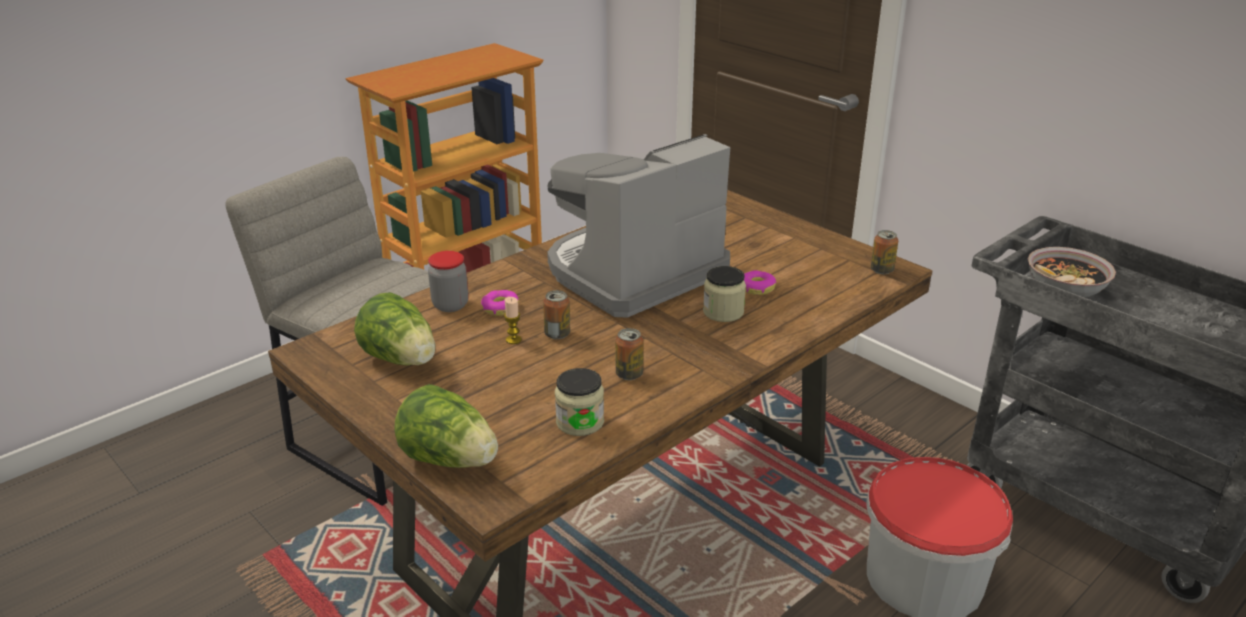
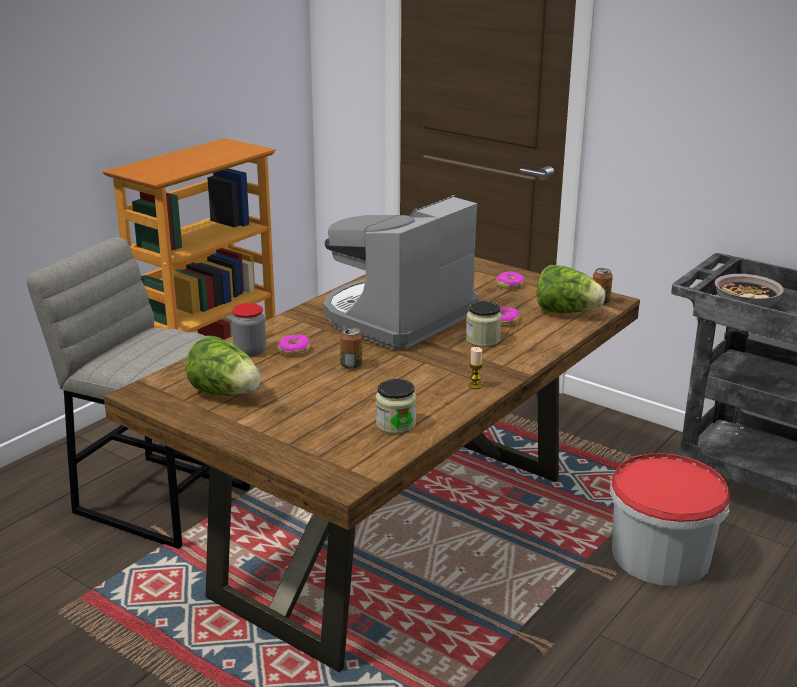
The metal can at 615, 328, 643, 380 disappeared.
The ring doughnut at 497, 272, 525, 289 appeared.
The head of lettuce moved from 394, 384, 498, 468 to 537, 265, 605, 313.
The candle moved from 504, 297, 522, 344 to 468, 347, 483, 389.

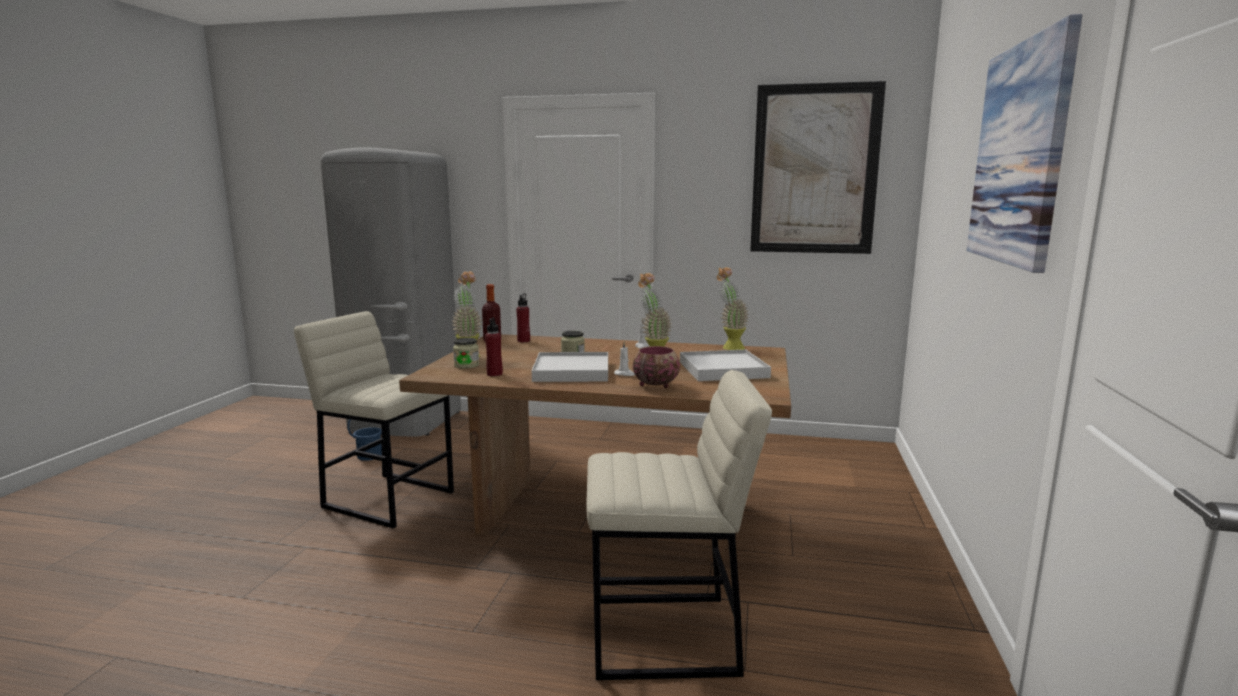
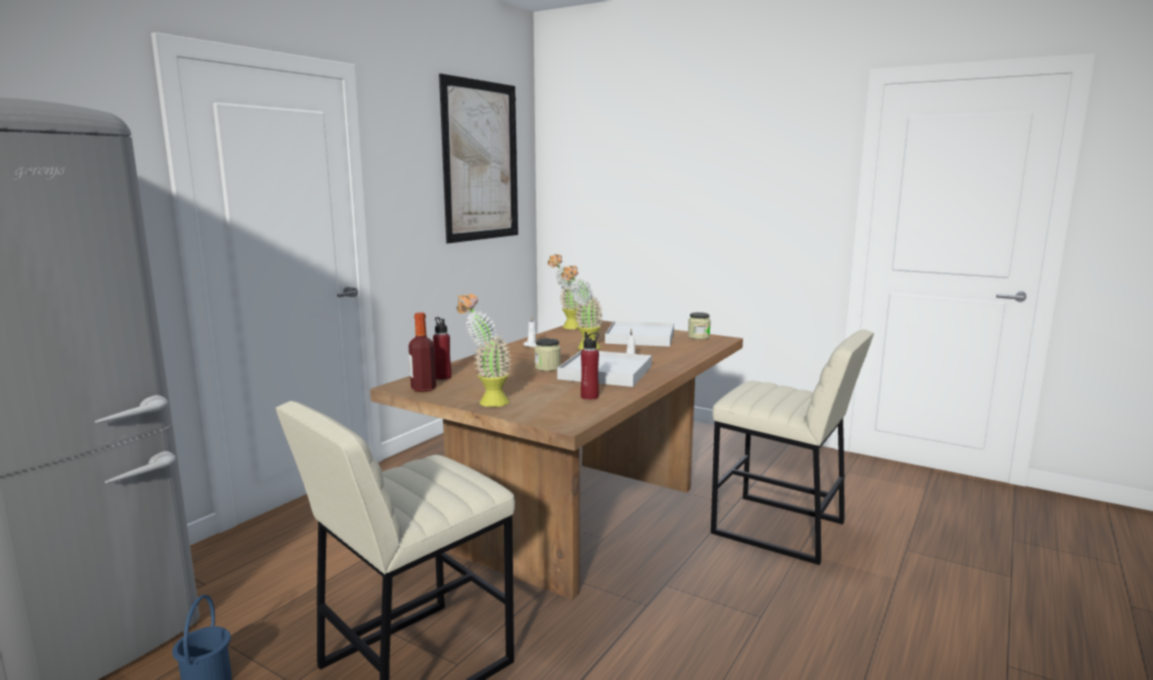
The bowl at 633, 346, 680, 388 disappeared.
The wall art at 966, 14, 1083, 273 disappeared.
The preserve jar moved from 453, 338, 479, 369 to 688, 312, 711, 339.
The plain chair/beige-coloured at 587, 370, 772, 680 turned 105 degrees clockwise.

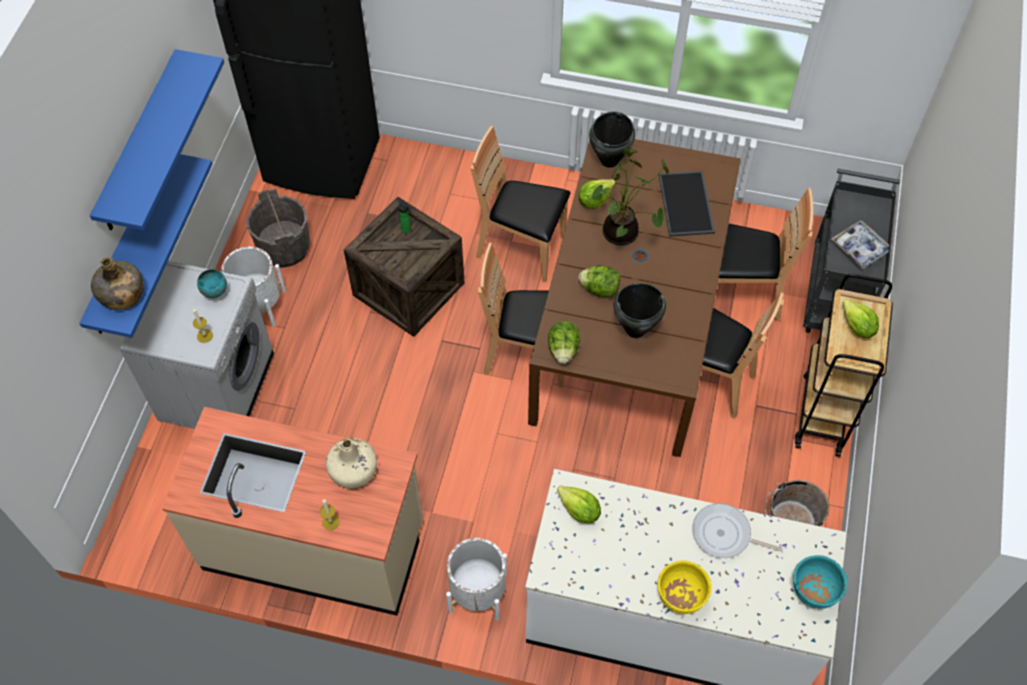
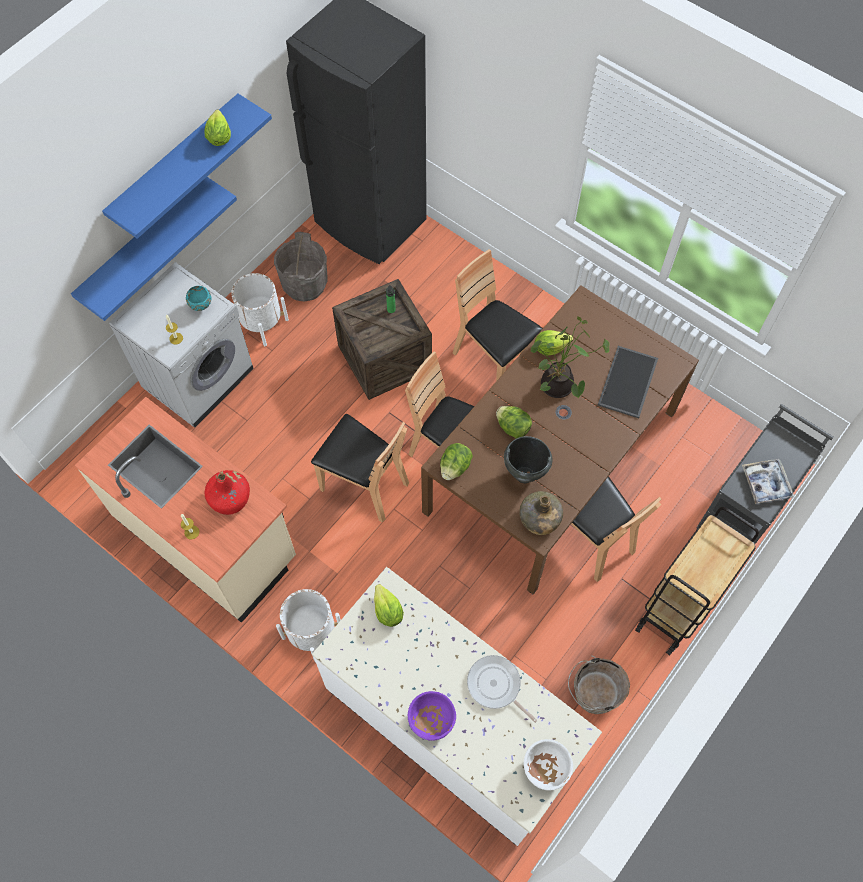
The saucepot/black at 589, 111, 635, 168 disappeared.
The bottle/green moved from 91, 257, 143, 310 to 519, 491, 563, 535.
The plain chair/brown-coloured moved from 717, 188, 813, 321 to 311, 414, 409, 523.
The head of lettuce moved from 843, 299, 879, 338 to 204, 110, 231, 146.
The bottle/beige-coloured at 326, 438, 377, 489 became the bottle/red at 205, 470, 250, 515.
The bowl/yellow-coloured at 658, 560, 712, 614 became the bowl/purple-coloured at 408, 691, 456, 741.
The bowl/blue-green at 793, 555, 848, 609 became the bowl/whitish at 524, 739, 573, 790.

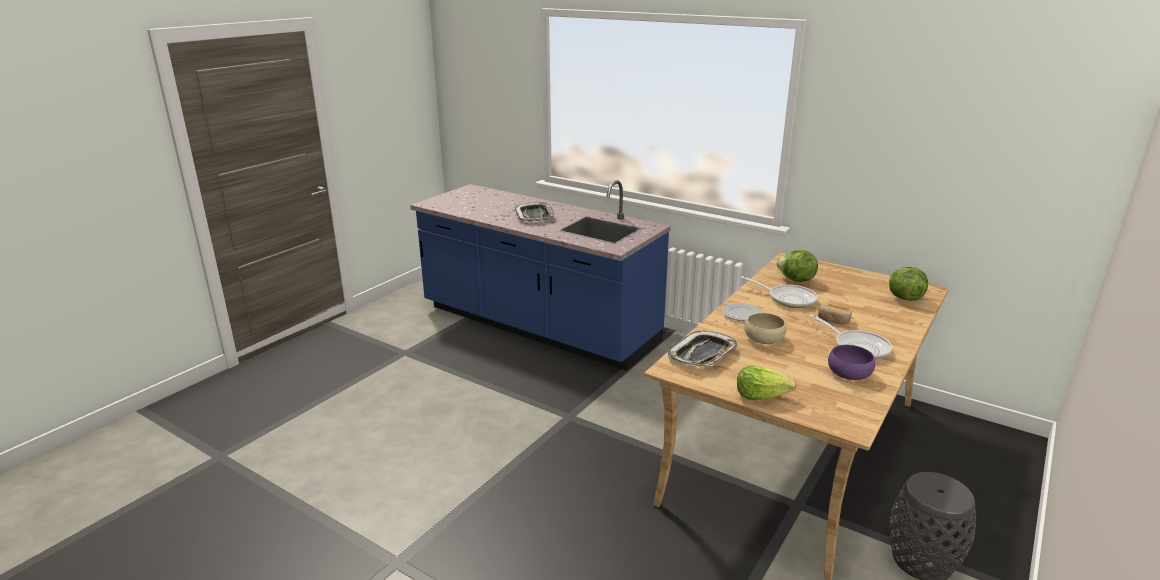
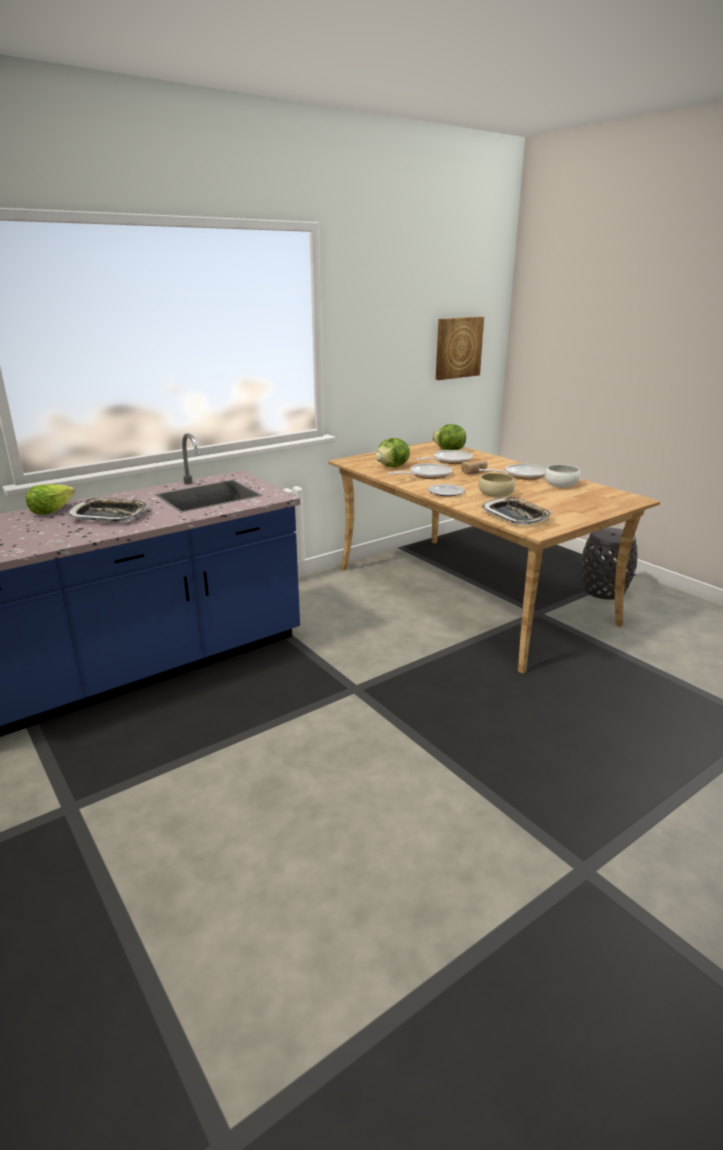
The frying pan at 416, 450, 473, 464 appeared.
The wall art at 436, 317, 484, 380 appeared.
The head of lettuce moved from 737, 366, 796, 400 to 26, 484, 75, 515.
The bowl/purple-coloured at 828, 345, 875, 380 became the bowl/whitish at 545, 464, 581, 488.

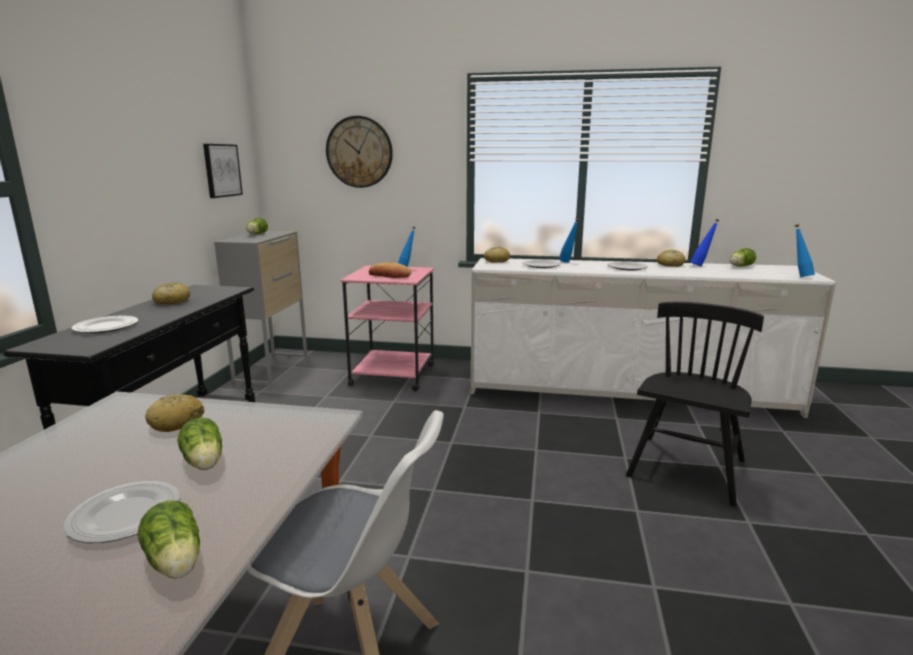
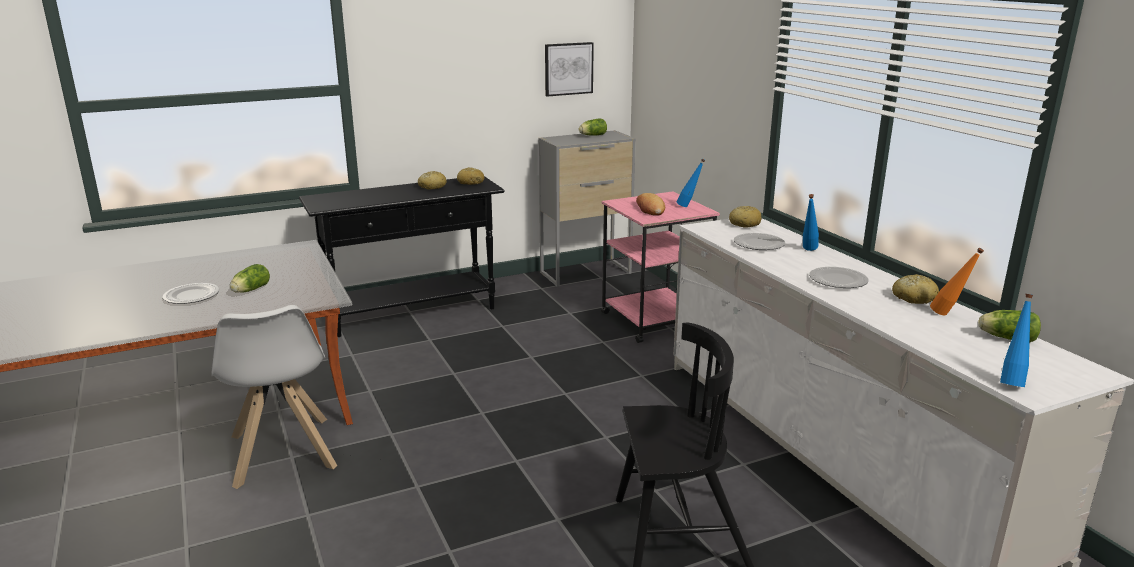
The flat dish at 72, 316, 138, 333 disappeared.
The head of lettuce at 137, 501, 200, 578 disappeared.
The hanging clock at 326, 116, 393, 188 disappeared.
The bakery bread moved from 145, 394, 204, 432 to 457, 167, 484, 185.
The bottle/blue-coloured at 690, 219, 719, 266 became the bottle/orangey at 930, 248, 984, 315.

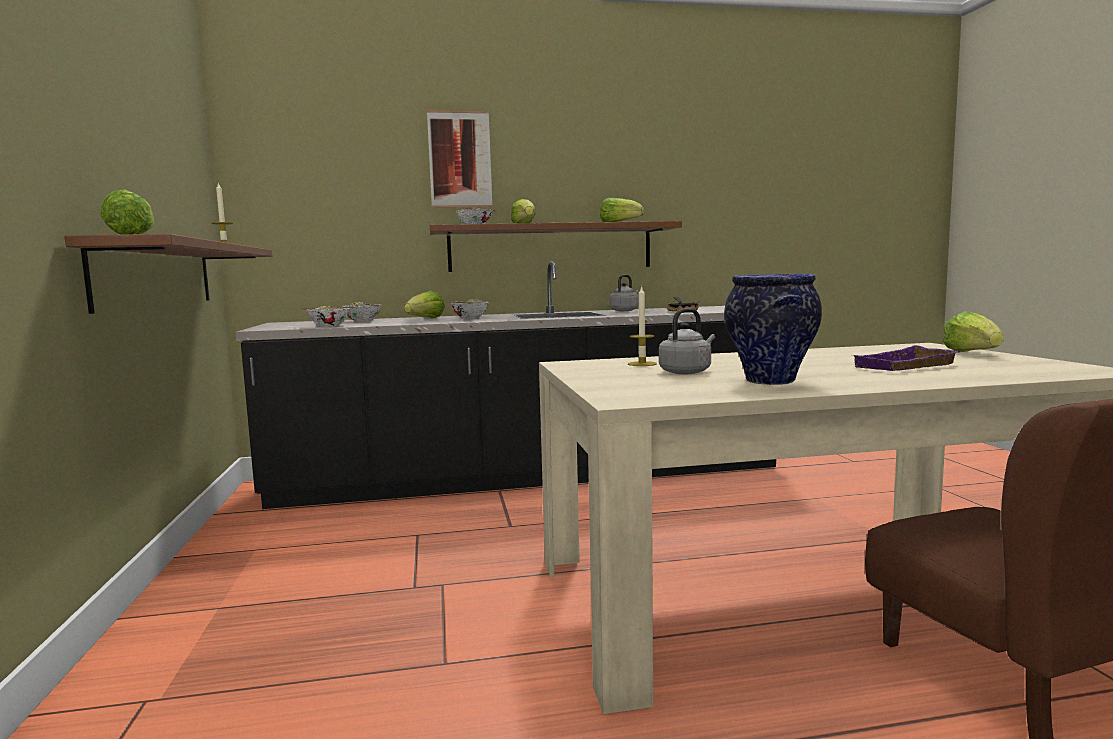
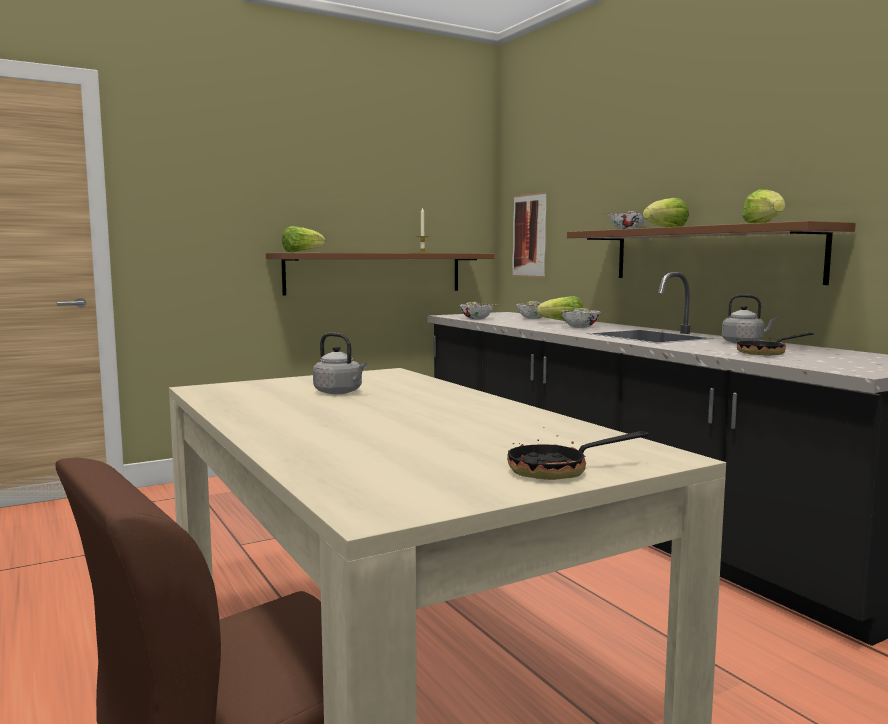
The candle at 628, 287, 657, 366 disappeared.
The vase at 724, 273, 822, 385 disappeared.
The tray/purple-coloured at 854, 345, 961, 371 disappeared.
The wall art moved from 427, 110, 493, 208 to 512, 192, 547, 278.
The head of lettuce at 942, 311, 1004, 352 was replaced by the frying pan at 507, 427, 649, 480.

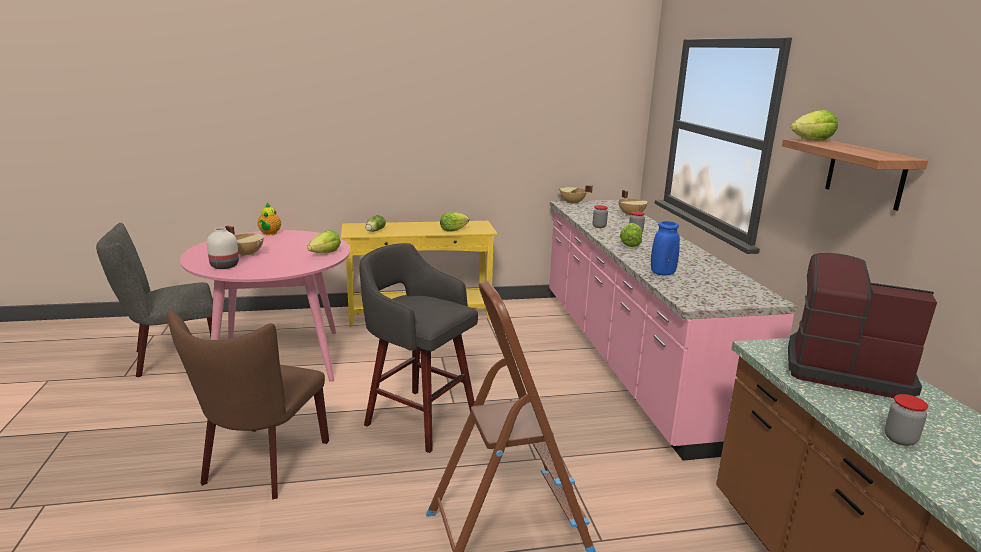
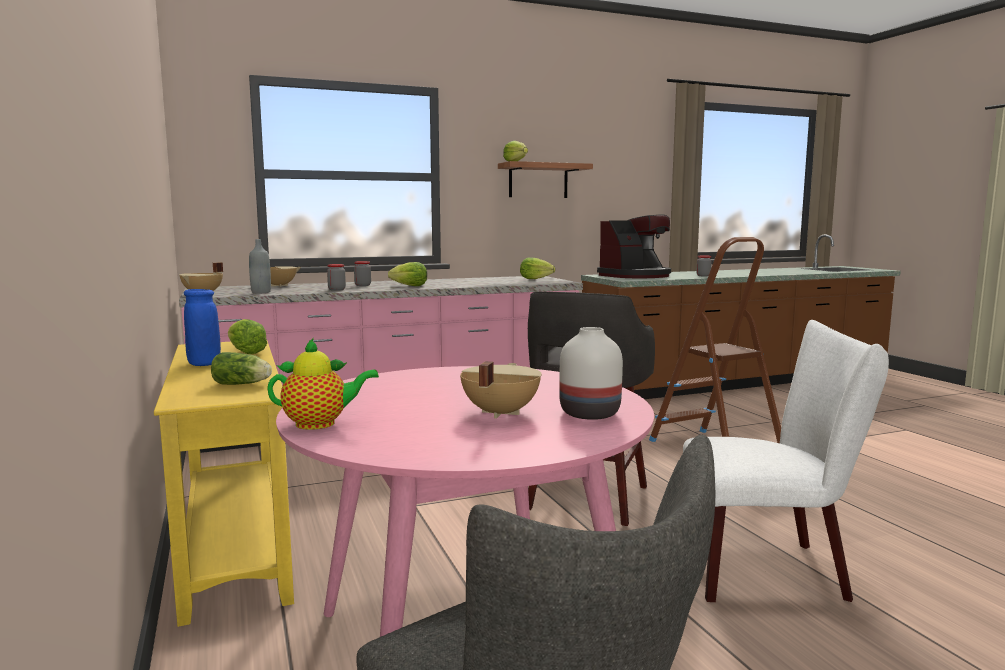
The bottle/greyish at 249, 239, 271, 293 appeared.
The head of lettuce moved from 307, 230, 341, 253 to 520, 257, 555, 279.
The vase/blue-coloured moved from 651, 221, 680, 275 to 184, 289, 221, 366.
The plain chair/brown-coloured at 167, 311, 329, 499 became the plain chair/whitish at 683, 320, 889, 602.
The coffee machine at 788, 253, 937, 398 turned 135 degrees counterclockwise.

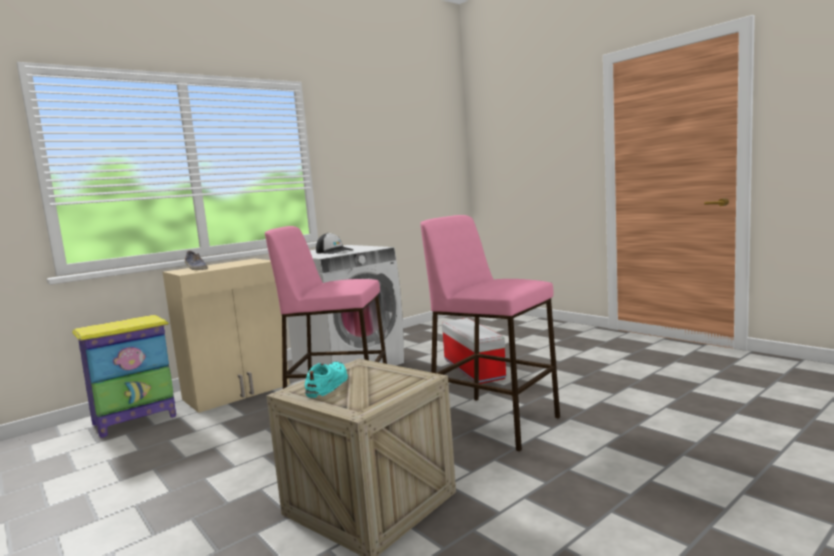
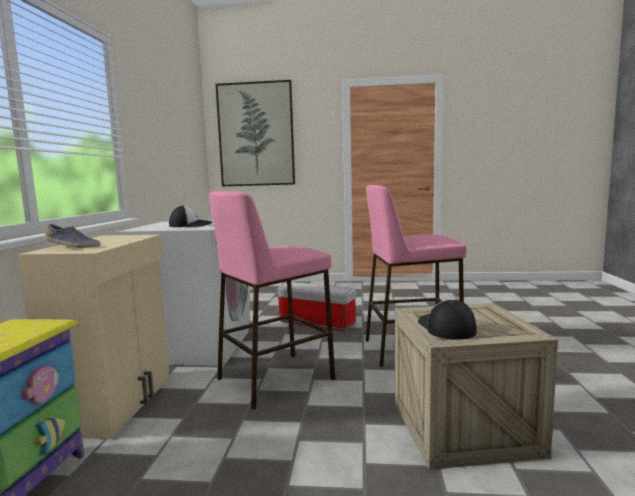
The wall art at 216, 80, 295, 186 appeared.
The low shoe/blue-green at 305, 361, 348, 398 was replaced by the cap at 418, 299, 477, 340.

